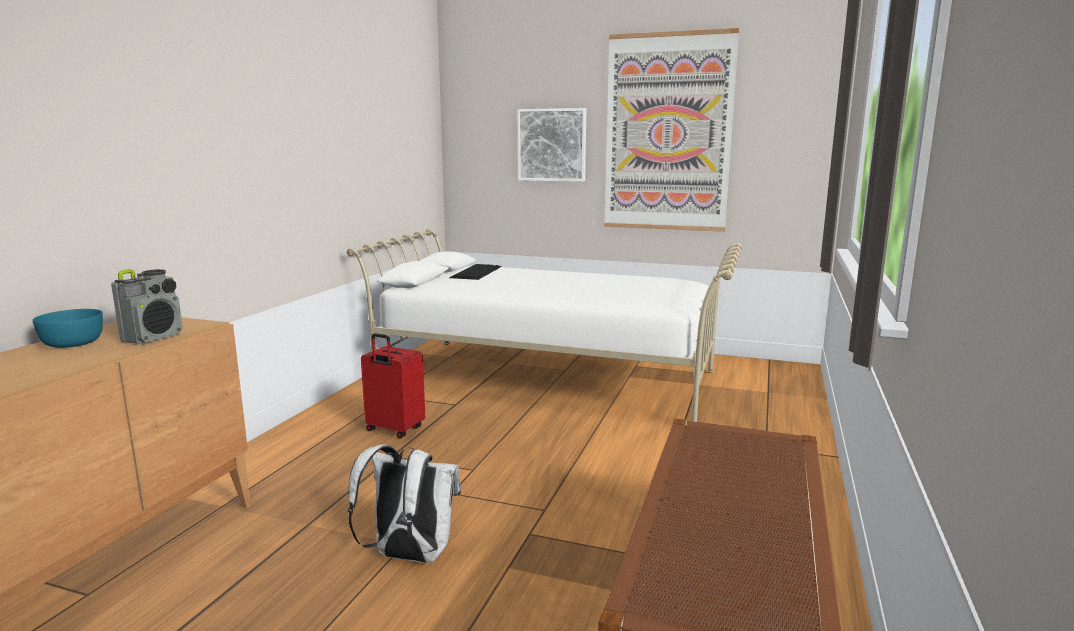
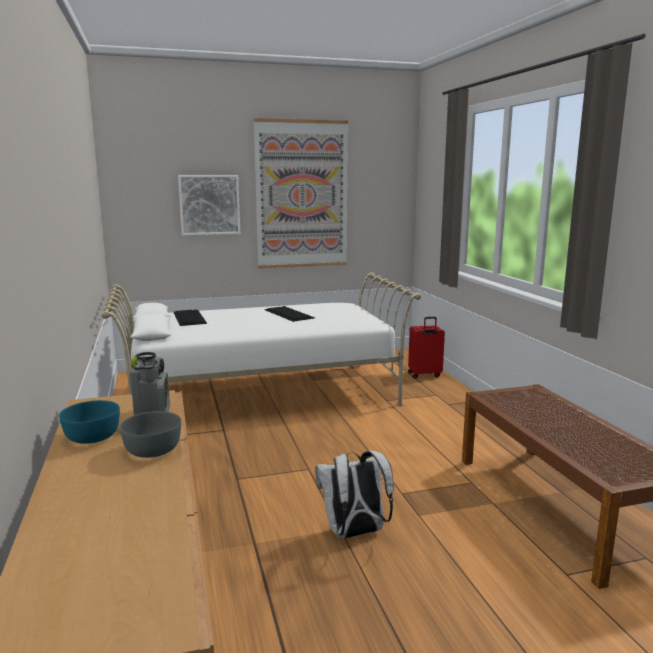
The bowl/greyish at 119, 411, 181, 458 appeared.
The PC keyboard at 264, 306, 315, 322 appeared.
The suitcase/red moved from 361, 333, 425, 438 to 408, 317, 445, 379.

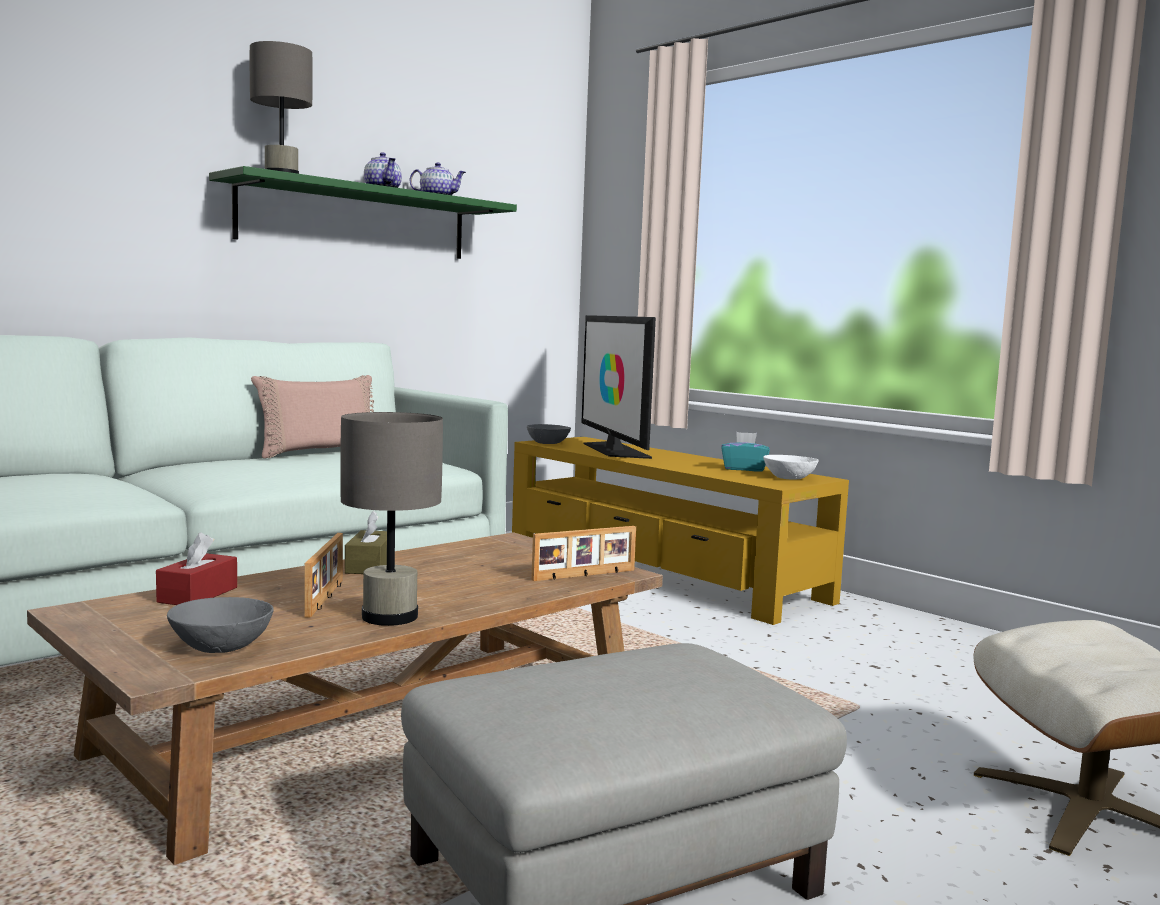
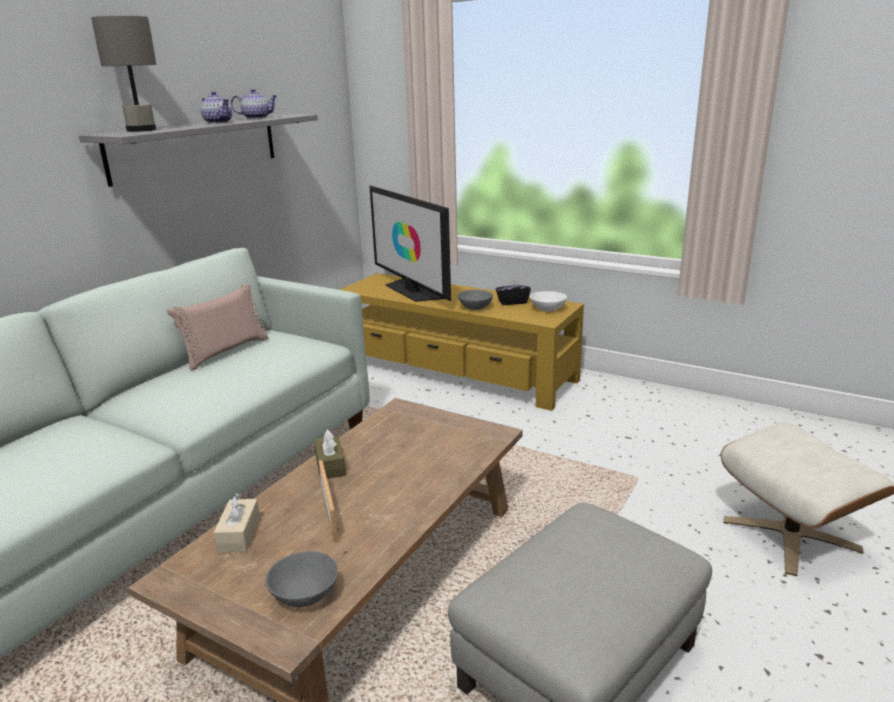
The tabletop lamp/greyish at 340, 412, 443, 626 disappeared.
The picture frame at 531, 526, 636, 581 disappeared.
The bowl/greyish moved from 527, 424, 571, 444 to 458, 290, 493, 310.
The box of tissues/red at 156, 532, 237, 605 became the box of tissues/beige-coloured at 213, 493, 260, 552.
The shelf/green at 209, 166, 517, 259 became the shelf/greyish at 79, 114, 318, 187.
The box of tissues/blue-green at 721, 432, 770, 472 became the box of tissues/black at 496, 277, 531, 305.

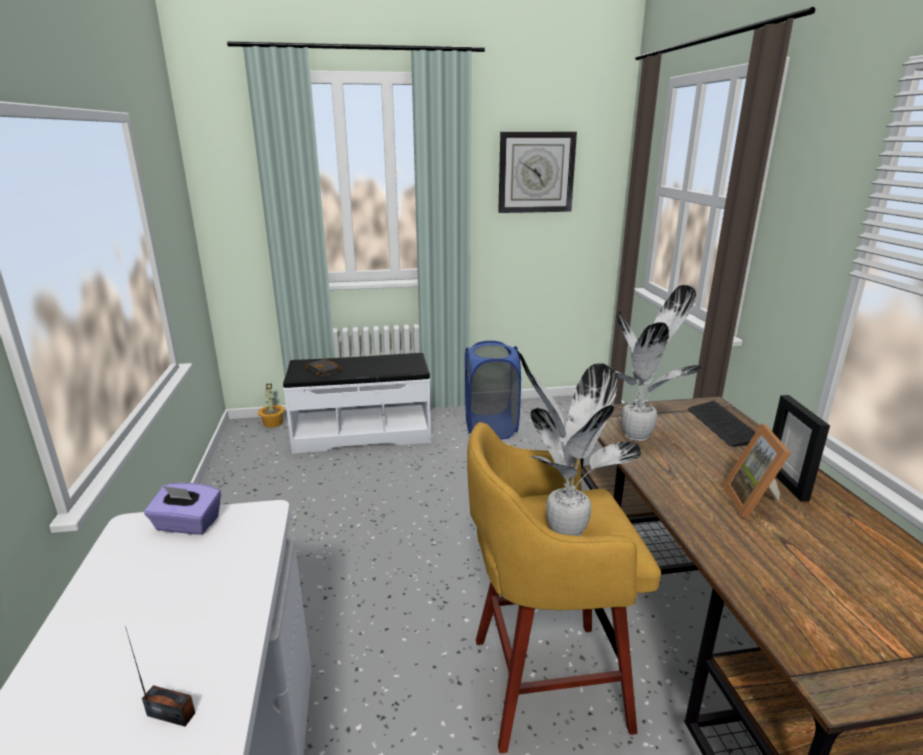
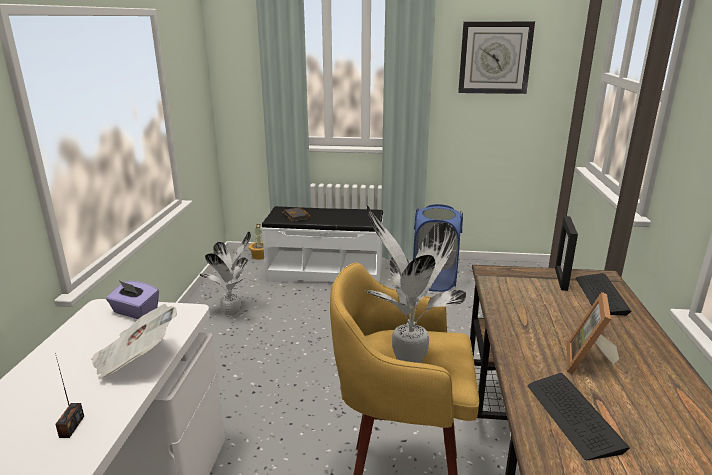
The daily paper at 91, 304, 177, 380 appeared.
The PC keyboard at 528, 373, 630, 460 appeared.
The potted plant moved from 615, 285, 702, 441 to 199, 232, 251, 317.
The picture frame moved from 772, 395, 830, 502 to 555, 216, 578, 291.
The radio at 125, 626, 195, 727 turned 60 degrees clockwise.

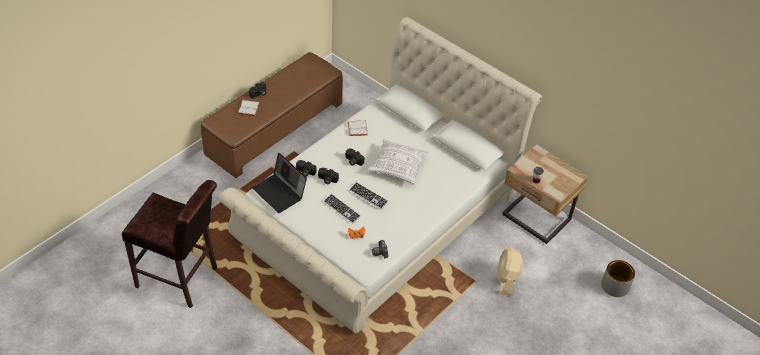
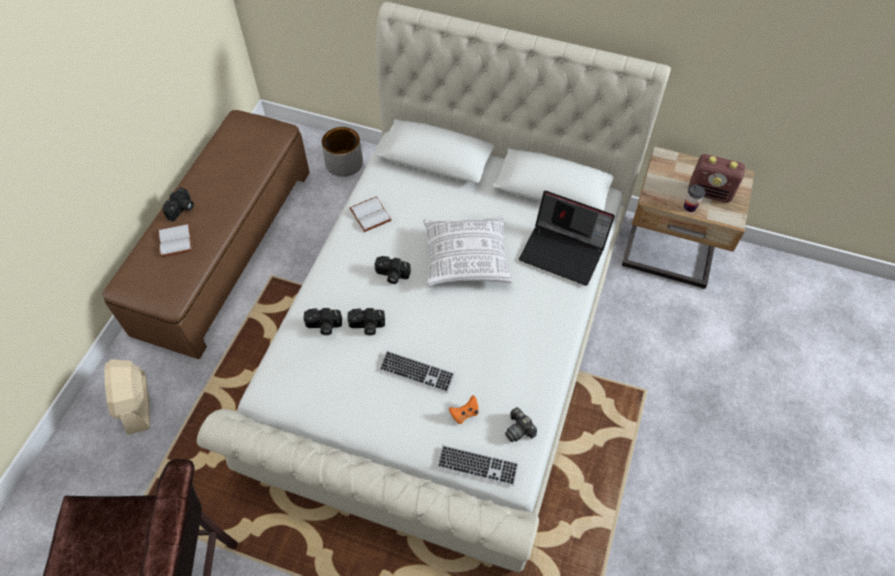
The radio at 688, 154, 745, 203 appeared.
The notebook computer moved from 252, 153, 307, 213 to 519, 191, 615, 285.
The PC keyboard moved from 349, 182, 389, 209 to 437, 445, 519, 486.
The electric fan/beige-coloured moved from 497, 247, 523, 296 to 104, 359, 150, 435.
The flower pot/greyish moved from 601, 260, 635, 297 to 322, 127, 363, 177.

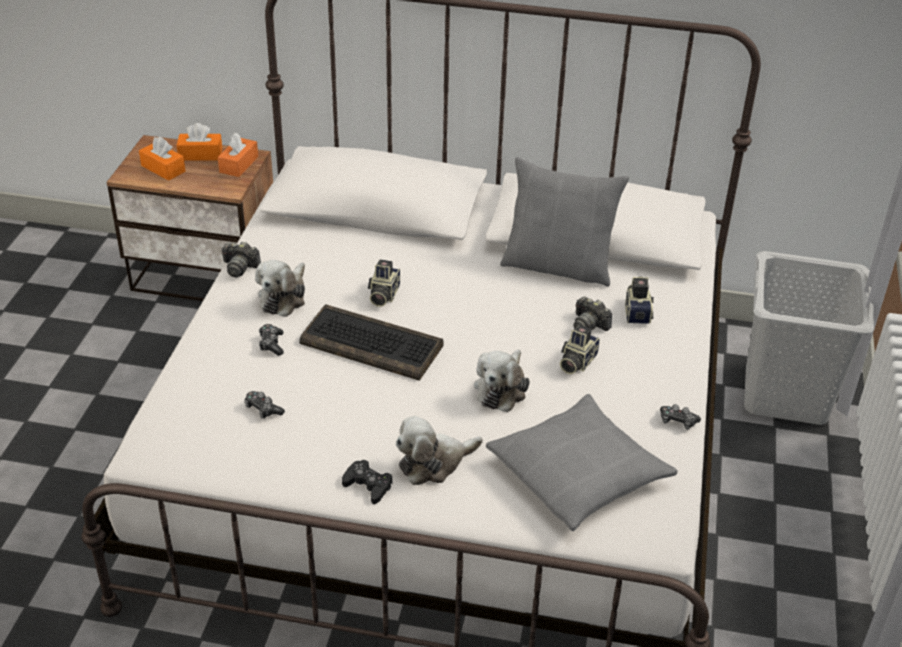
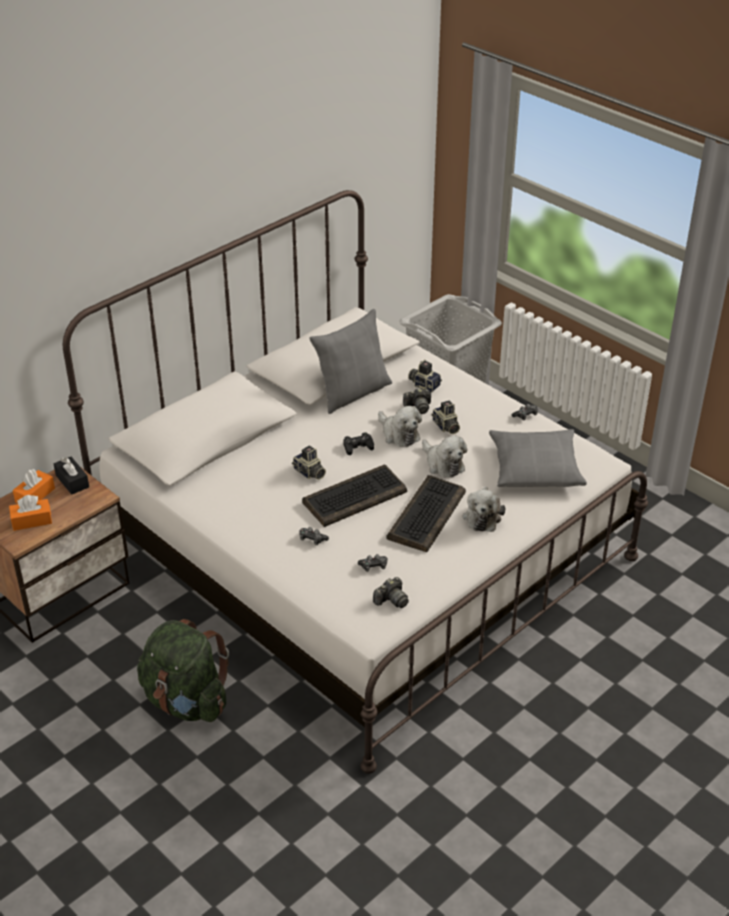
The rucksack/green at 137, 619, 229, 722 appeared.
The PC keyboard at 386, 475, 466, 552 appeared.
The still camera moved from 221, 242, 261, 278 to 373, 577, 409, 608.
The soft toy moved from 255, 260, 305, 317 to 378, 406, 422, 447.
The joypad/black moved from 342, 460, 392, 504 to 343, 432, 374, 455.
The box of tissues/orangey at 218, 133, 258, 177 became the box of tissues/black at 54, 457, 89, 495.

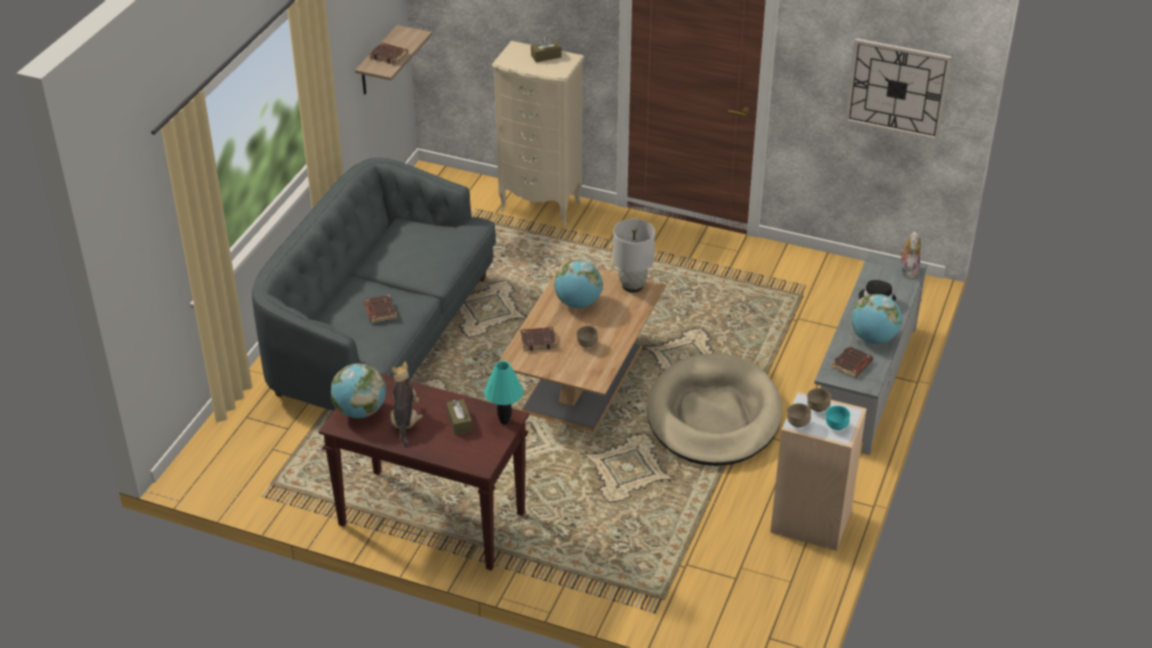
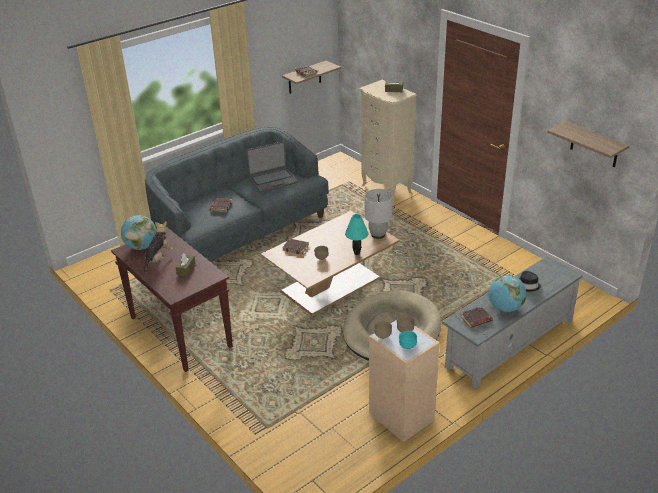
The globe at 554, 260, 603, 308 disappeared.
The soft toy at 900, 231, 921, 279 disappeared.
The notebook computer at 246, 141, 298, 192 appeared.
The tabletop lamp/blue-green moved from 484, 361, 523, 424 to 345, 214, 368, 255.
The hanging clock at 845, 38, 952, 141 was replaced by the shelf at 547, 121, 629, 167.

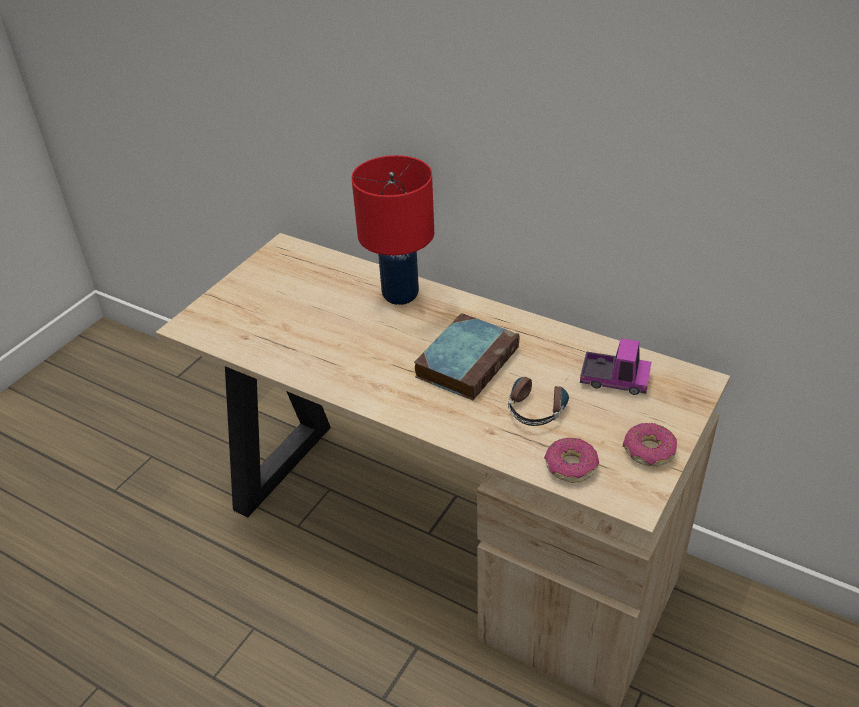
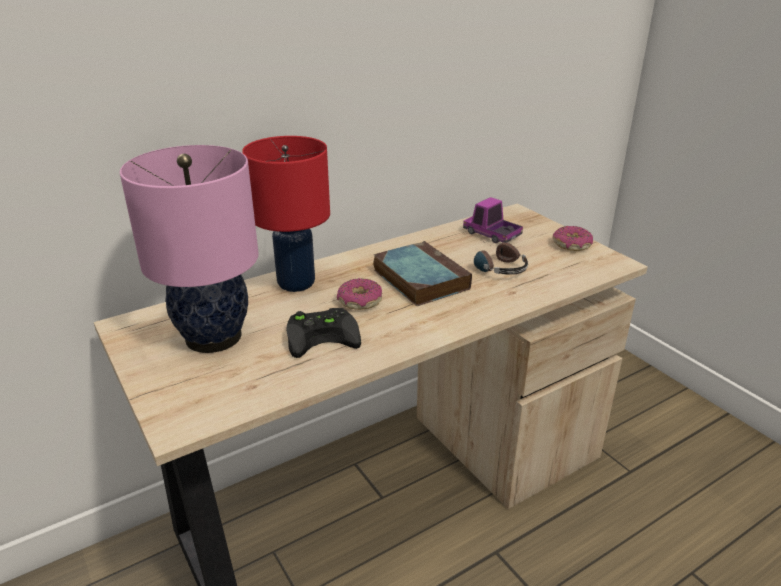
The tabletop lamp/pink-coloured at 120, 145, 259, 353 appeared.
The joypad/black at 286, 308, 361, 358 appeared.
The ring doughnut moved from 544, 438, 599, 483 to 337, 278, 382, 310.
The toy truck at 580, 338, 651, 395 turned 90 degrees counterclockwise.

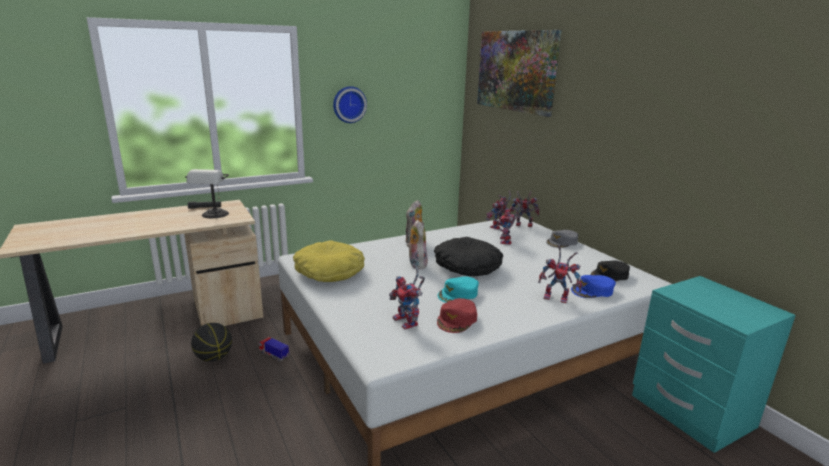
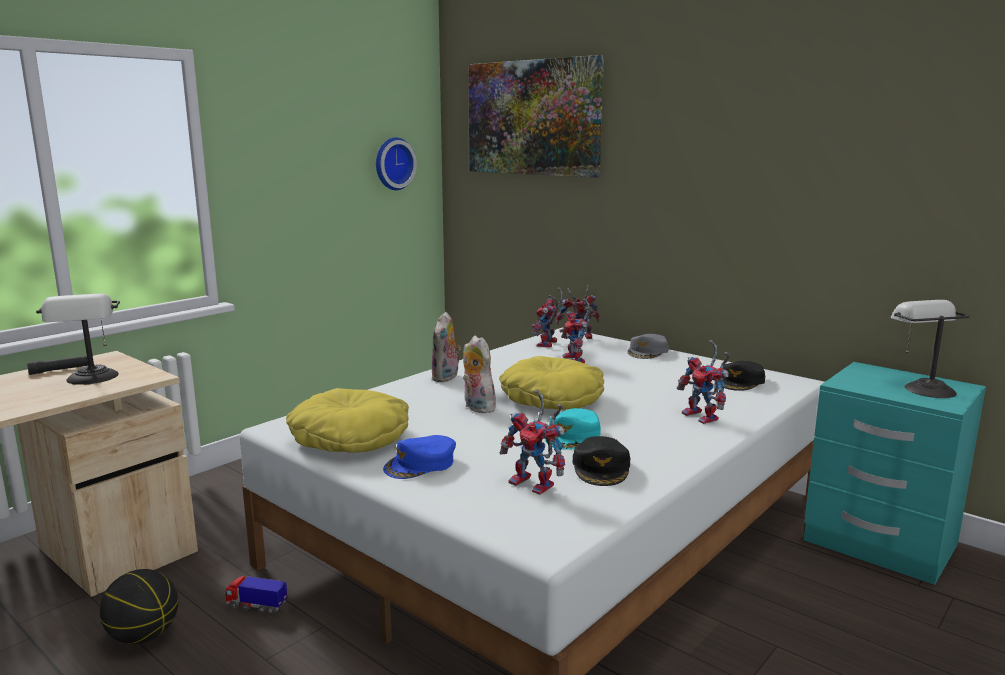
The tabletop lamp at 891, 300, 970, 398 appeared.
The hanging clock moved from 333, 86, 367, 123 to 376, 137, 417, 190.
The cap/blue-coloured moved from 571, 275, 616, 298 to 383, 435, 456, 479.
The pillow/black at 434, 237, 503, 276 became the pillow/yellow-coloured at 499, 356, 604, 410.
The cap/red at 437, 298, 477, 333 became the cap/black at 573, 436, 630, 486.
The model robot at 538, 245, 582, 303 turned 60 degrees clockwise.

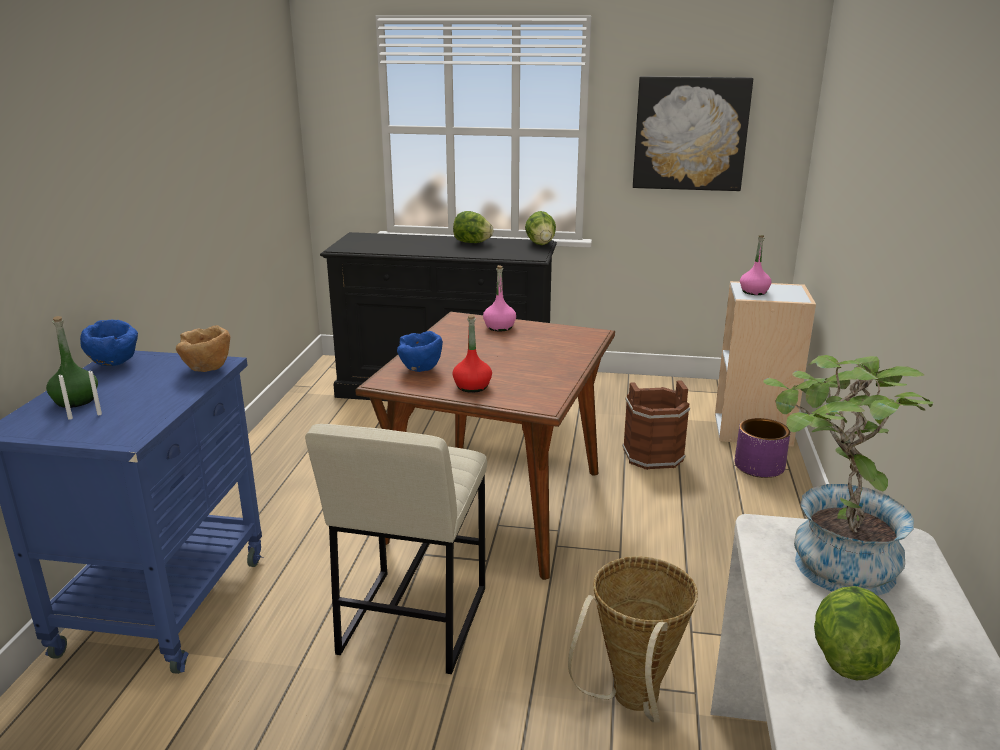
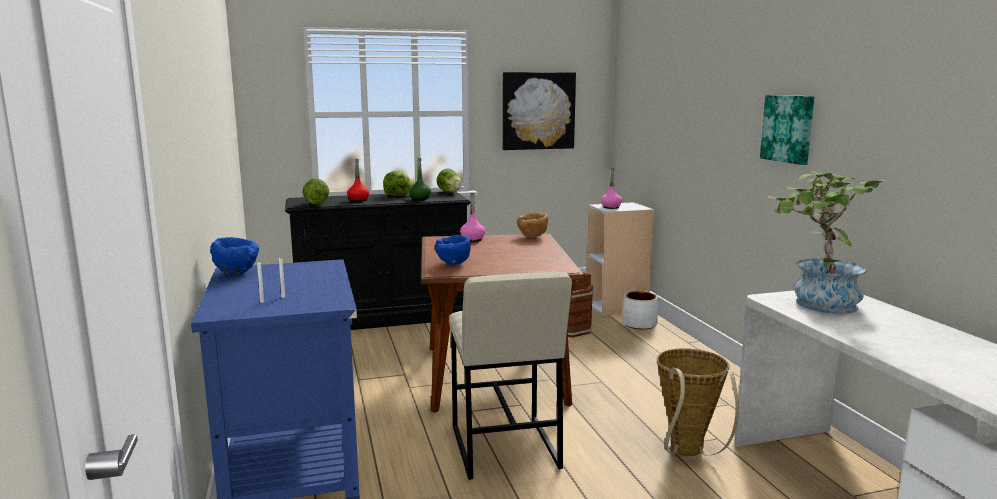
The wall art at 760, 95, 814, 165 appeared.
The bottle/green moved from 46, 316, 98, 408 to 409, 157, 431, 200.
The bowl/brown-coloured moved from 176, 325, 230, 372 to 517, 212, 548, 238.
The bottle/red moved from 452, 314, 492, 393 to 347, 158, 369, 202.
The head of lettuce moved from 814, 586, 900, 680 to 302, 178, 329, 205.
The flower pot/purple-coloured at 735, 418, 790, 478 became the flower pot/whitish at 623, 291, 658, 329.

